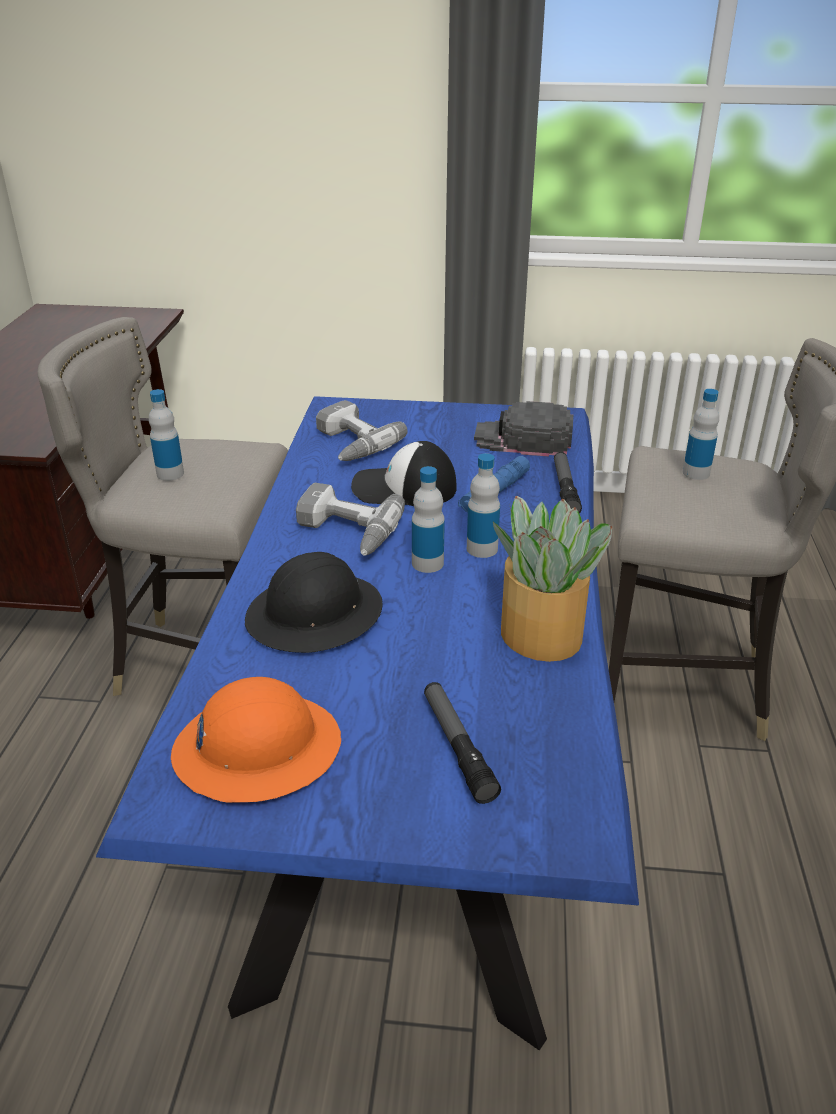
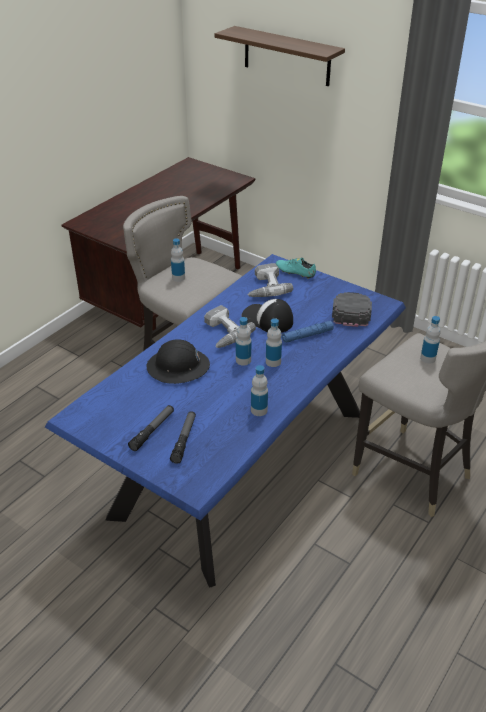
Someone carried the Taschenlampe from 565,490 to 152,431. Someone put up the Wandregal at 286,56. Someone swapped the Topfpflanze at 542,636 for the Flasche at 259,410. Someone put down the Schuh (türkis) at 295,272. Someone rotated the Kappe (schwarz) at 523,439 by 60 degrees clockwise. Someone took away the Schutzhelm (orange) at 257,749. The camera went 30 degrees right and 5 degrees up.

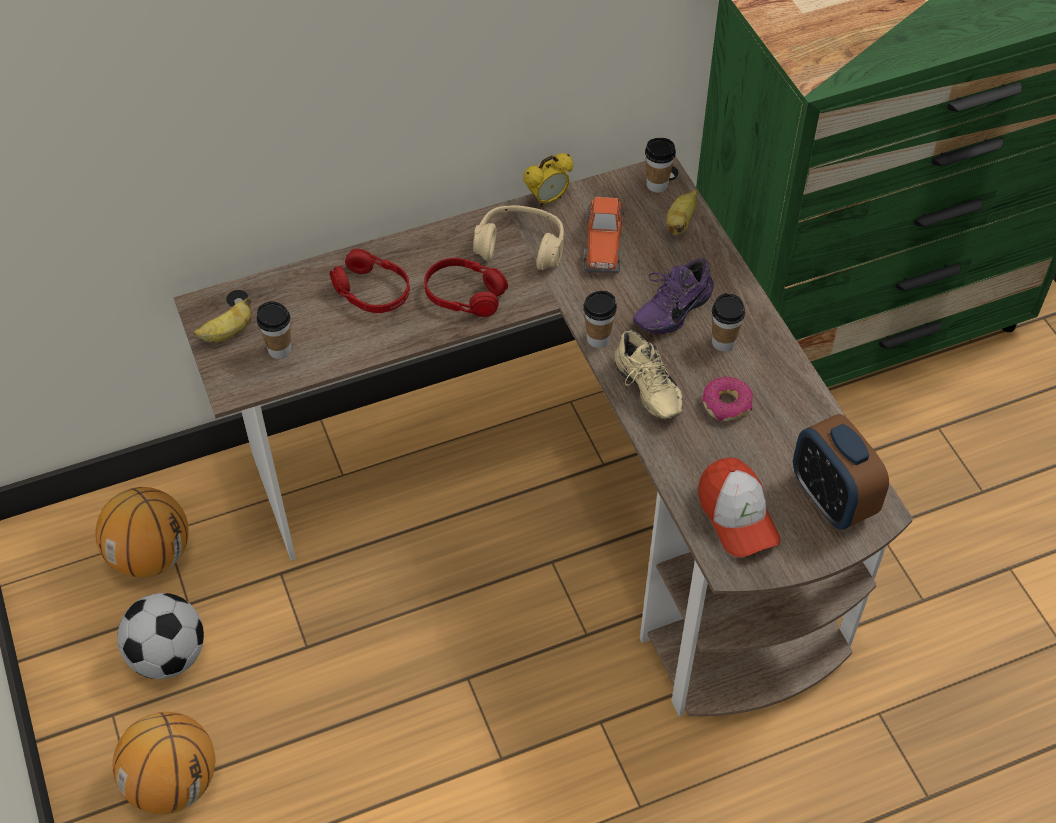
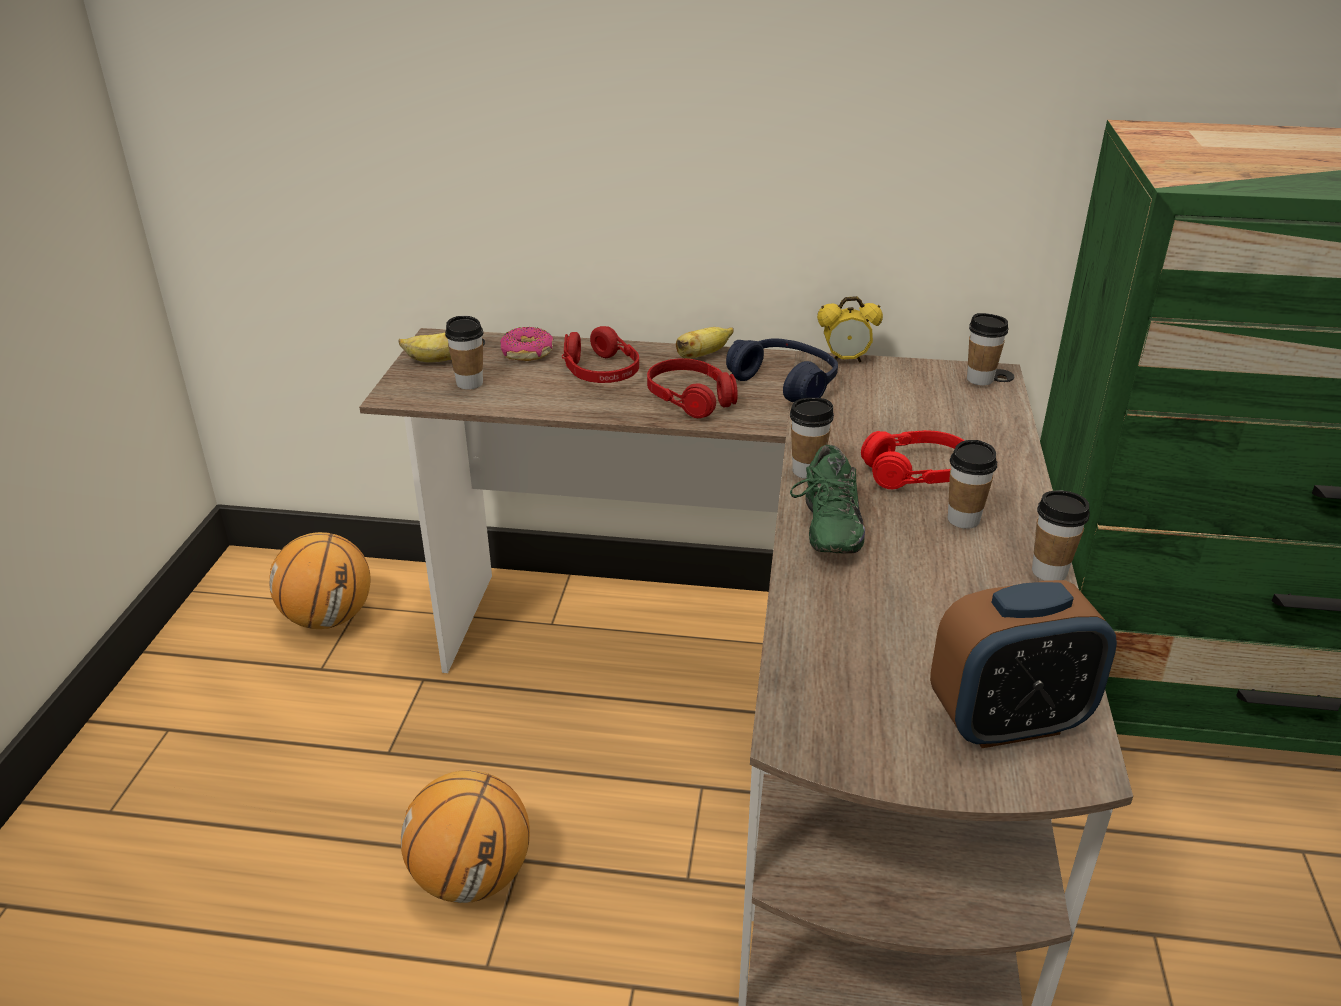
Someone carried the Basketball from 174,782 to 472,876. Someone carried the Donut from 727,404 to 528,353. Someone carried the Banane from 680,222 to 702,355. Someone repainted the Kopfhörer (beige) at 520,246, which became the Kopfhörer (blau) at 784,383. Someone repainted the Schuh (beige) at 644,390, which became the Schuh (grün) at 825,529. Someone swapped the Schuh (lila) at 670,309 for the Kopfhörer (rot) at 917,473. Someone rotated the Wecker at 831,499 by 105 degrees counterclockwise. Someone put down the Tasse at 1049,572. Someone took away the Fußball at 168,655. Someone took away the Spielzeugauto at 603,241. Someone took away the Kappe at 737,516. The camera went 30 degrees right and 20 degrees down.

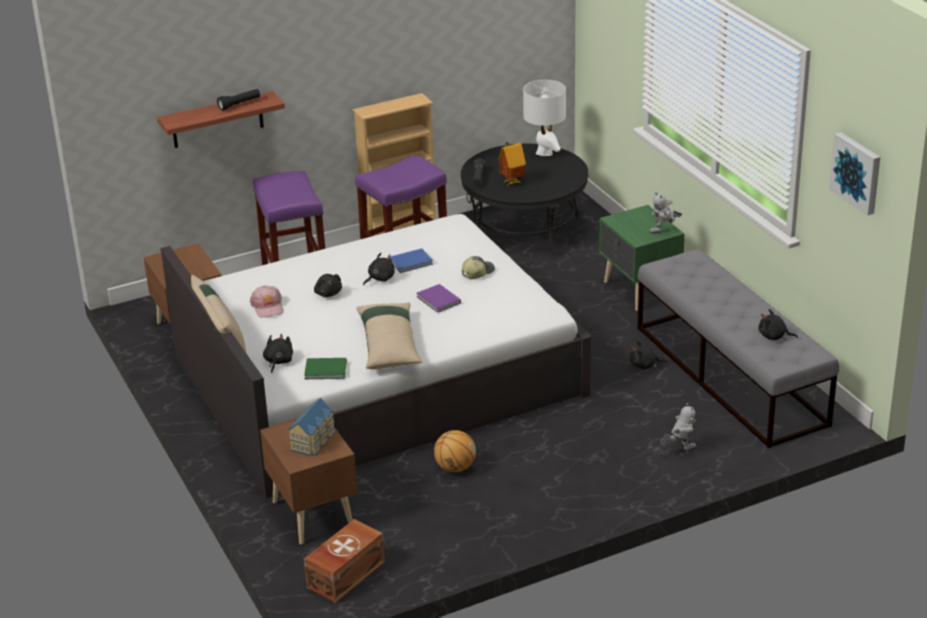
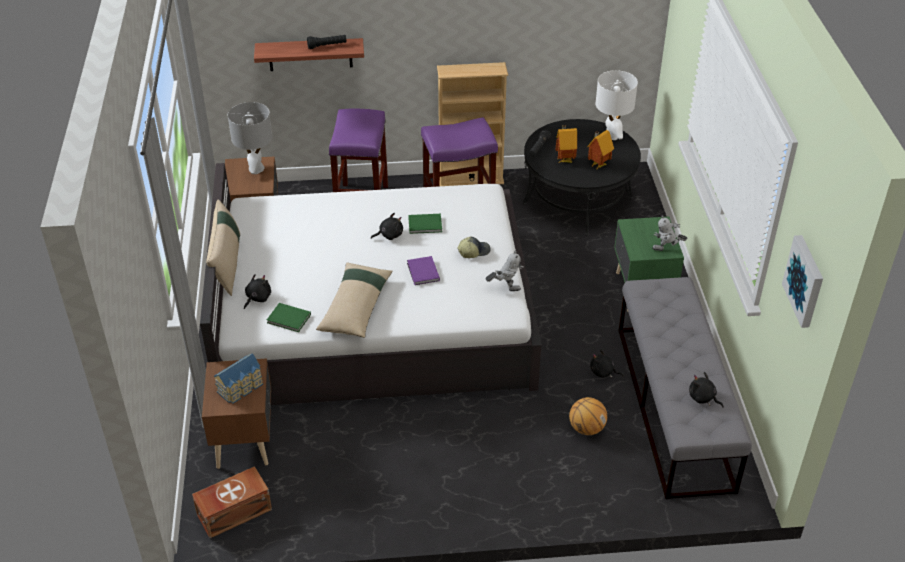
Someone put down the Tischlampe (grau) at 256,169. Someone repainted the Buch (blau) at 412,262, which became the Buch (grün) at 426,225. Someone carried the Spielzeugroboter from 679,450 to 505,288. Someone carried the Basketball from 455,467 to 586,428. Someone put down the Spielzeughaus at 597,165. Someone took away the Kappe (rosa) at 268,306. Someone took away the Plüschtier (schwarz) at 328,293. The camera went 20 degrees right and 10 degrees up.

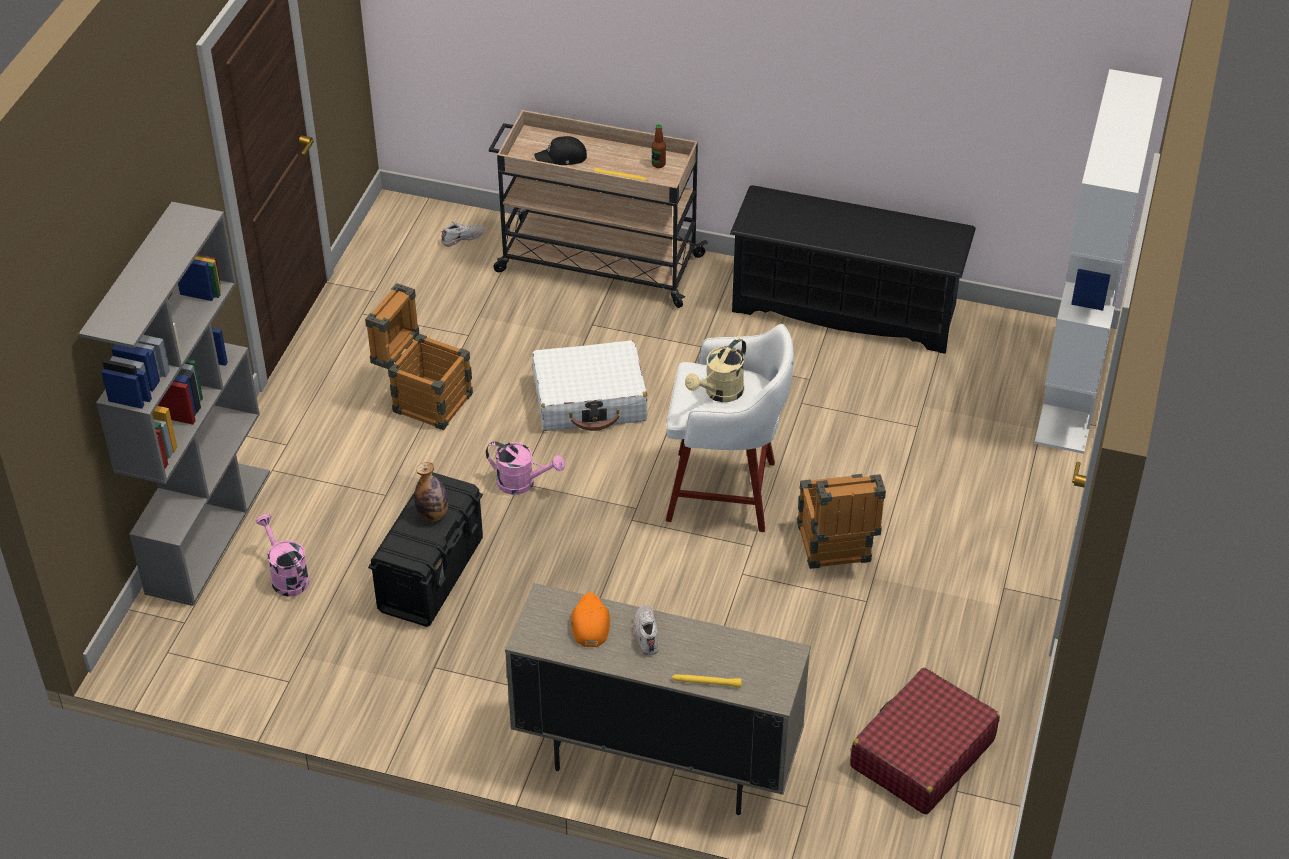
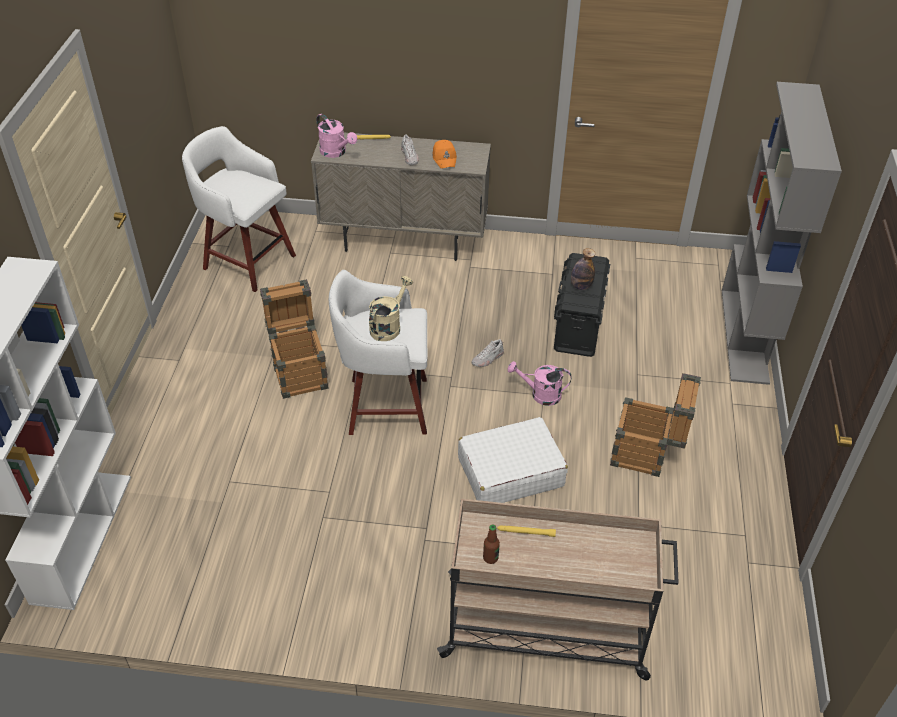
Someone swapped the Koffer (rot) at 921,753 for the Hocker (weiß) at 247,261. Someone carried the Gießkanne (rosa) from 286,576 to 336,152. Someone carried the Schuh (weiß) from 462,238 to 488,359. Someone took away the Kappe (schwarz) at 562,158. Someone took away the Schuhregal (schwarz) at 846,308. The camera went 170 degrees right and 0 degrees up.

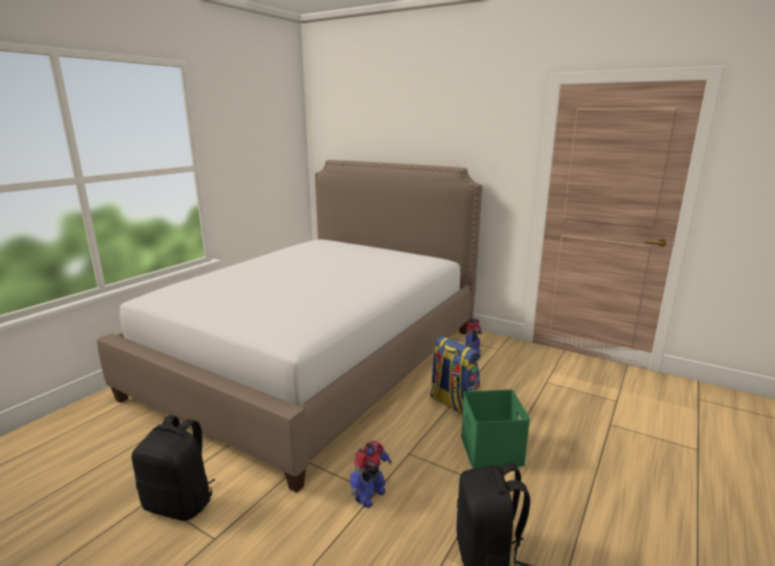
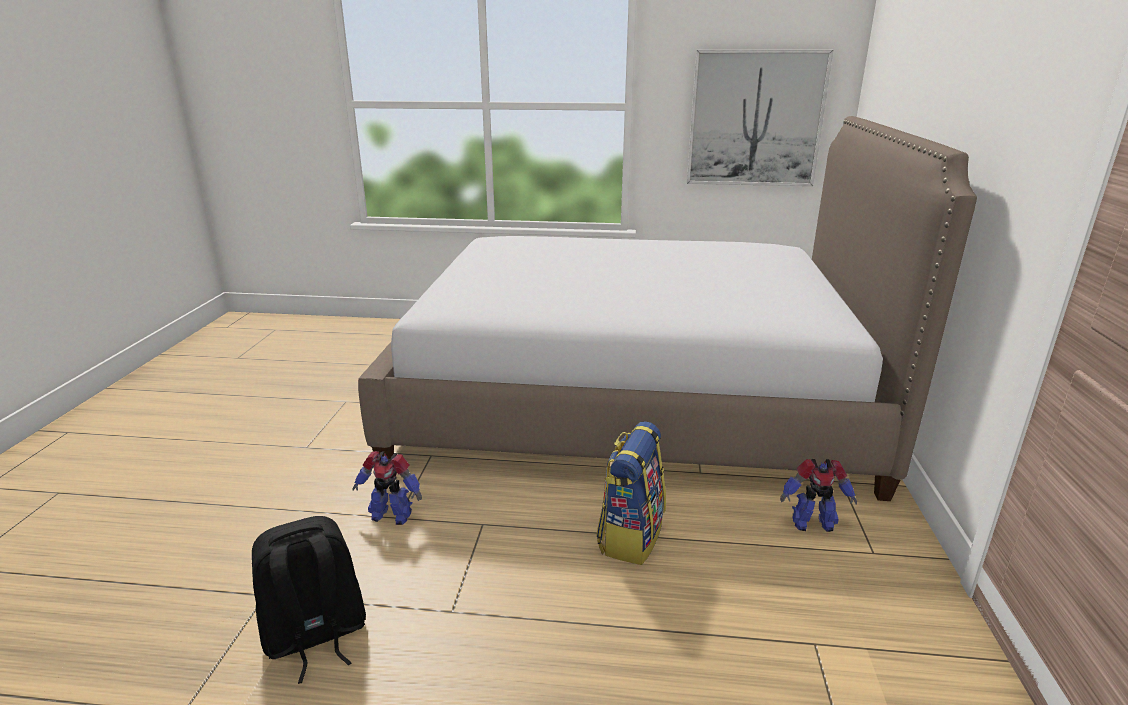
Someone put up the Bild at 755,119. Someone took away the Rucksack (schwarz) at 180,503. Someone took away the Aufbewahrungsbox (grün) at 493,450. The camera went 65 degrees right and 5 degrees up.

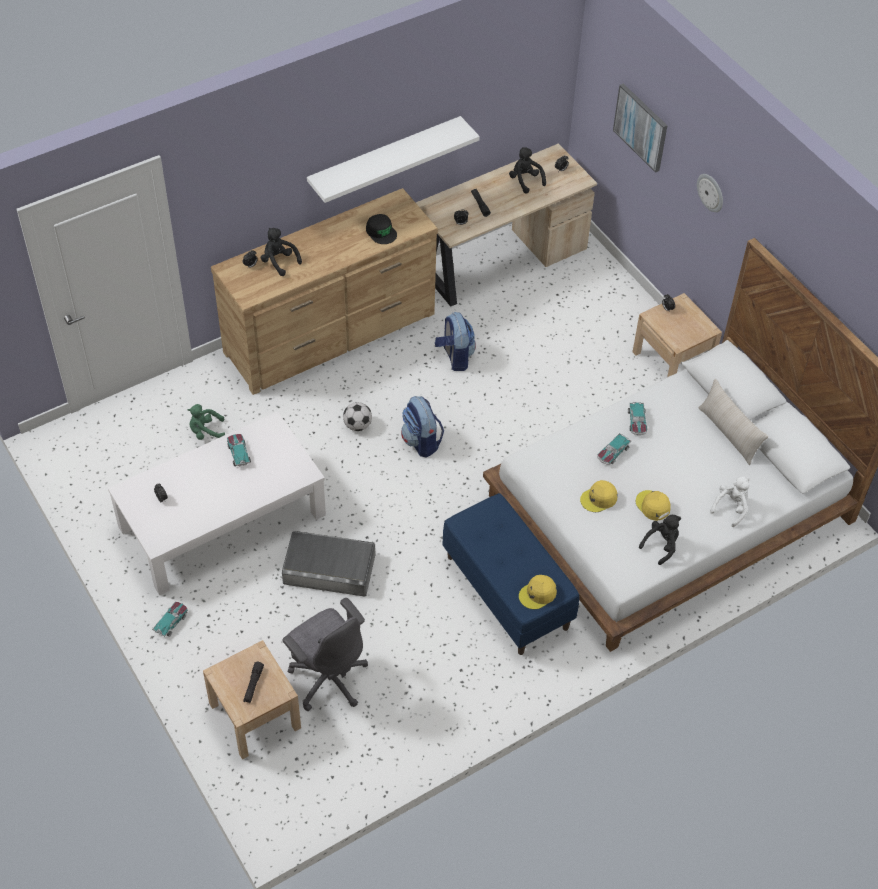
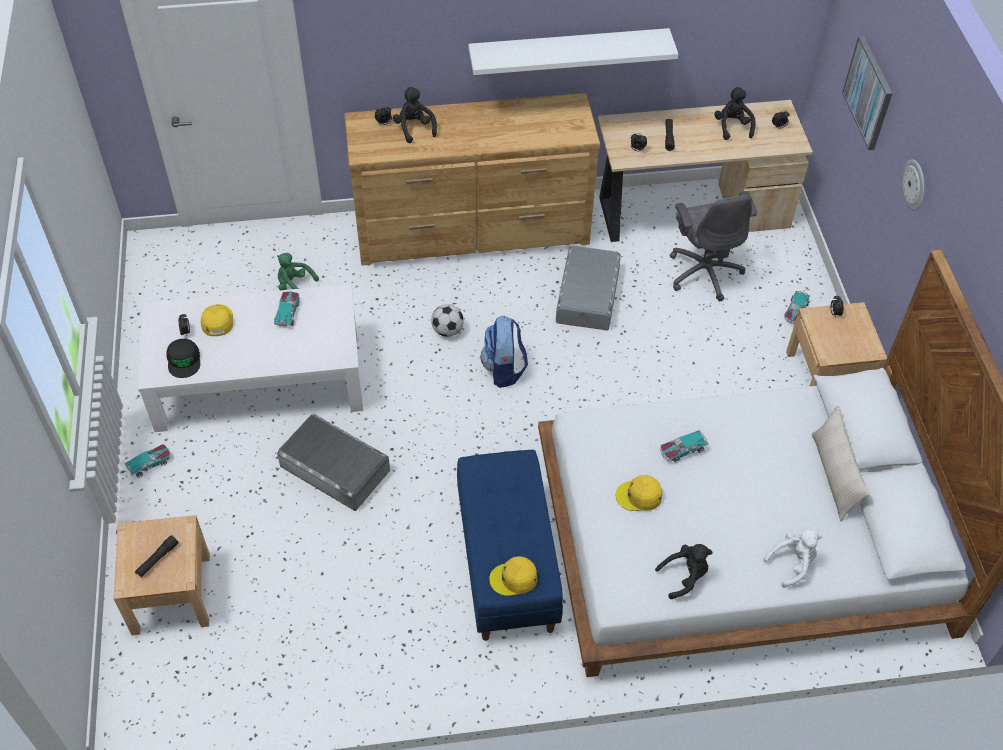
Someone carried the Kappe (schwarz) from 381,232 to 184,360. Someone carried the Kappe (gelb) from 652,506 to 217,321. Someone swapped the Rucksack at 455,357 for the Aufbewahrungsbox (grau) at 587,294. Someone carried the Bürostuhl (grau) from 328,677 to 704,272. Someone carried the Spielzeugauto from 637,422 to 795,311. The camera went 25 degrees right and 0 degrees up.

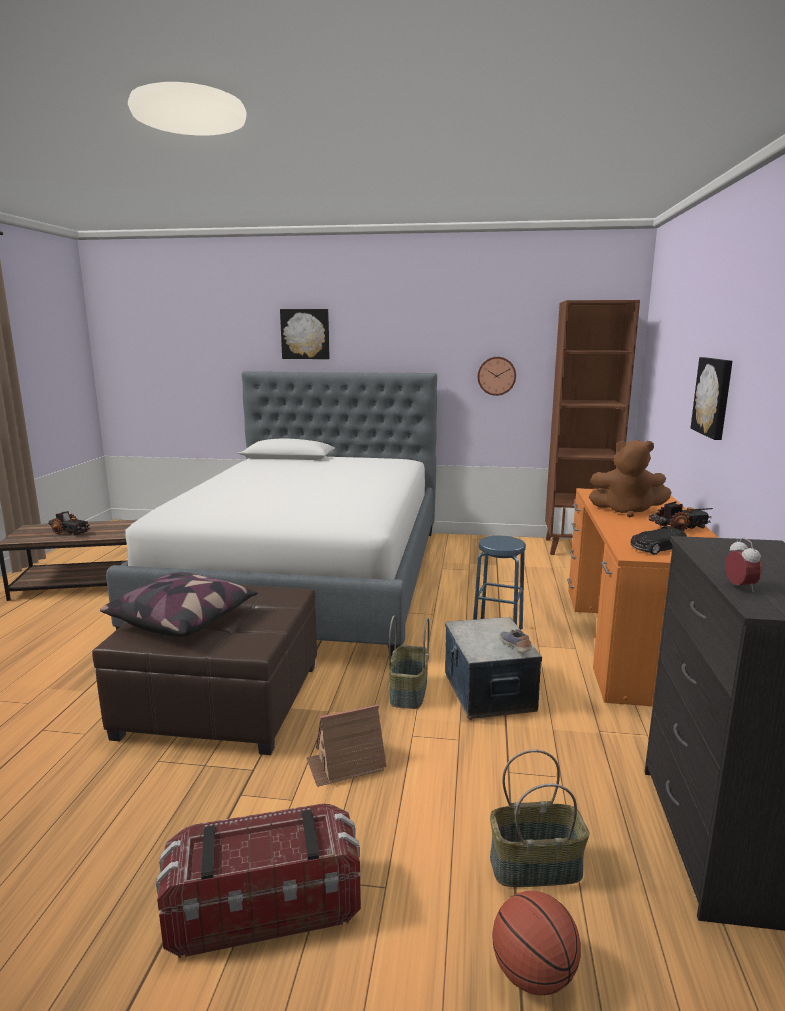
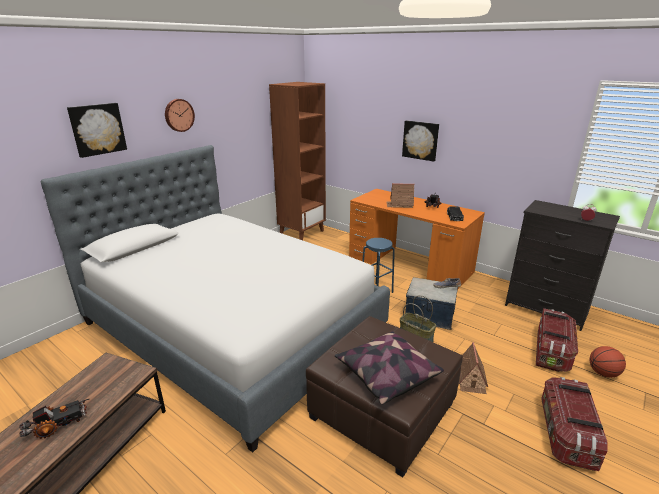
Someone carried the Wanduhr from 496,376 to 178,115. Someone swapped the Plüschtier (braun) at 626,511 for the Spielzeughaus at 399,204. Someone swapped the Korb at 536,865 for the Aufbewahrungsbox at 551,351. The camera went 60 degrees left and 10 degrees up.

